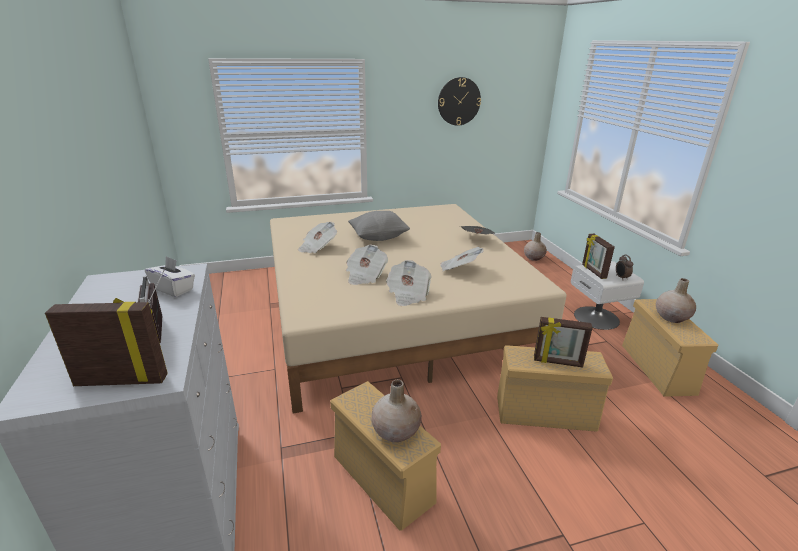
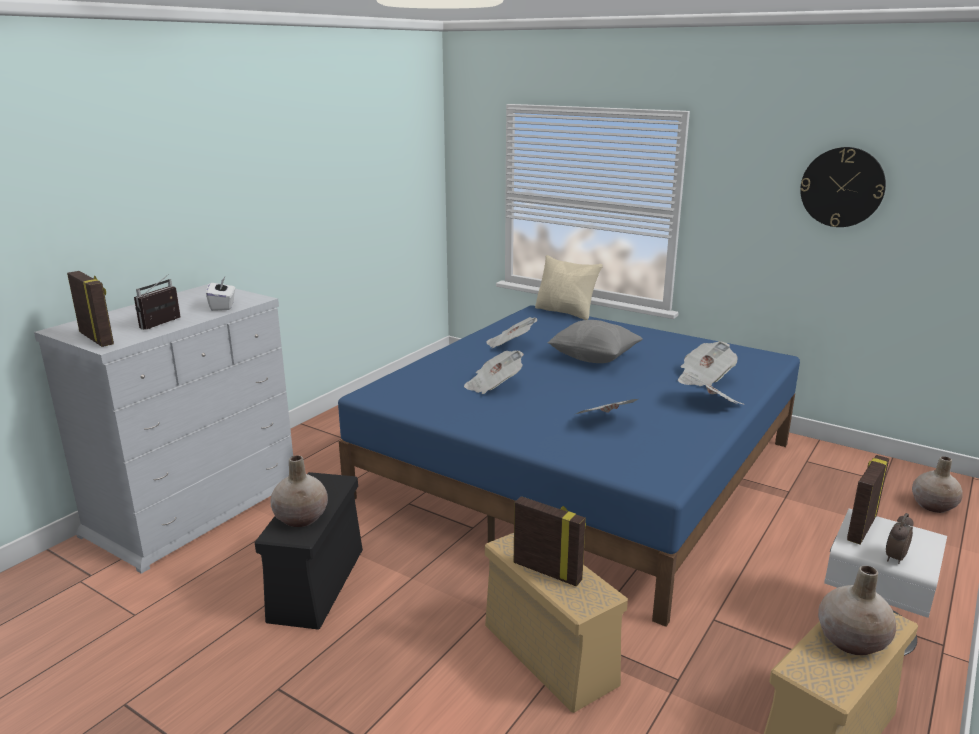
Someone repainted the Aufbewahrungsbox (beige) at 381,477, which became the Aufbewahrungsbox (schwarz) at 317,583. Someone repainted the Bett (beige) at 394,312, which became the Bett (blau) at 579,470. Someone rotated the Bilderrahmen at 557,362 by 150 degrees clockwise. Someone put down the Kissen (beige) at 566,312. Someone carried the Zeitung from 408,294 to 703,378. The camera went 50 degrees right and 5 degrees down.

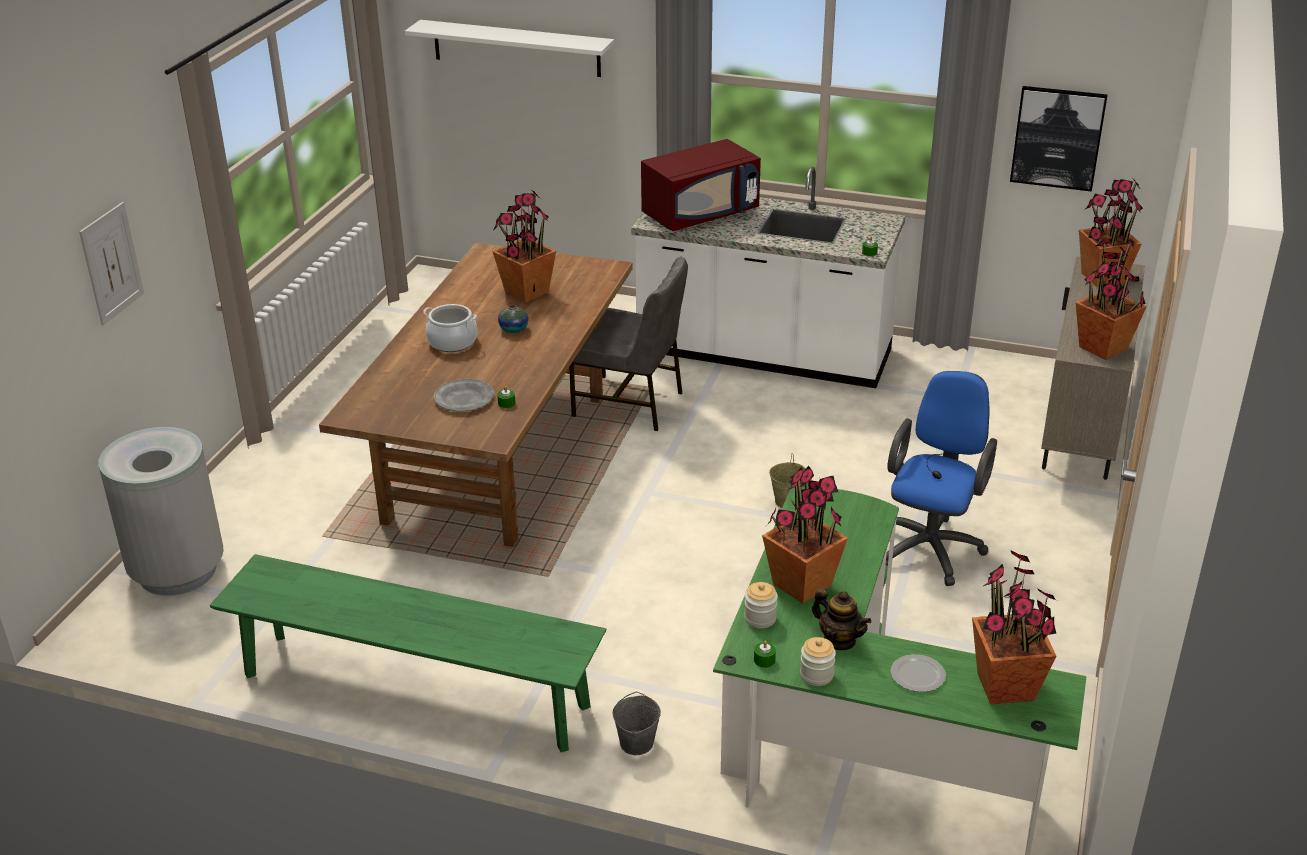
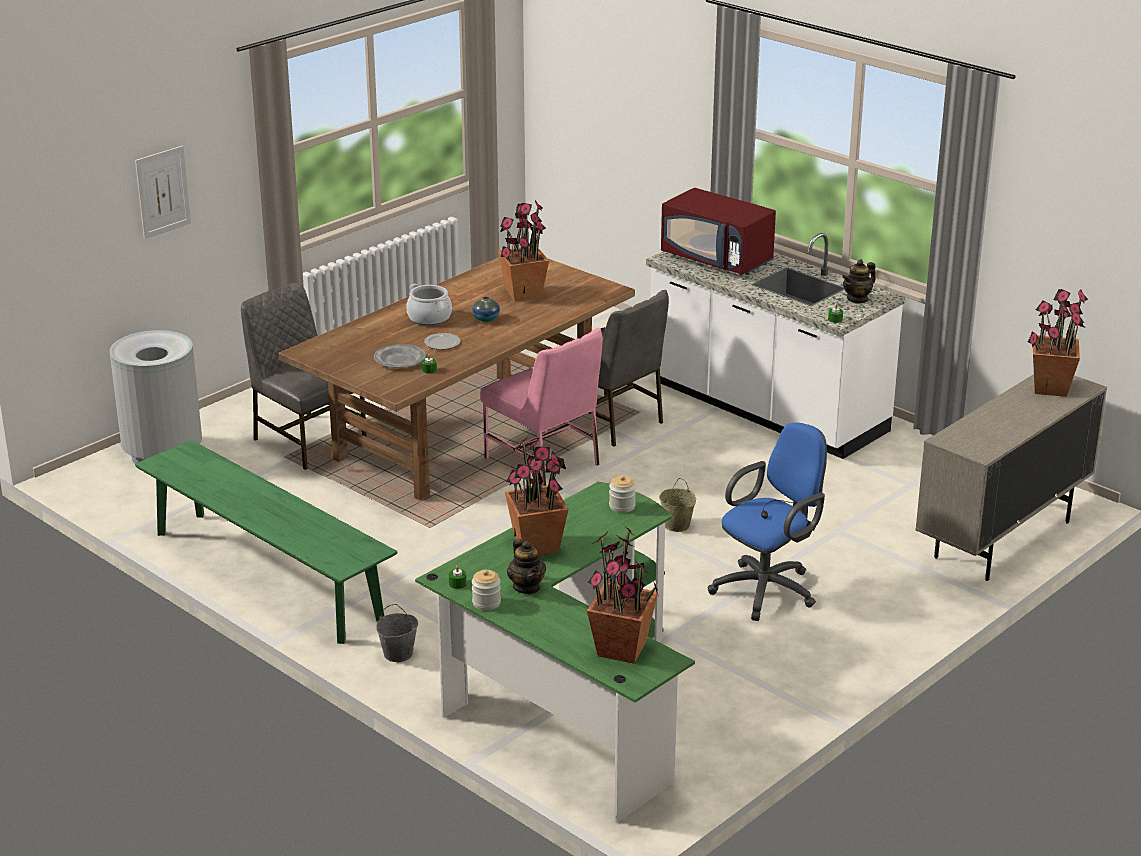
Someone put down the Stuhl (grau) at 307,440. Someone carried the Teller from 918,675 to 443,343. Someone put down the Stuhl (rosa) at 544,461. Someone carried the Vorratsglas from 760,618 to 622,506. Someone rotated the Mikrowelle (rot) at 700,214 by 45 degrees clockwise. Someone put down the Teekanne at 857,299. Someone took away the Wandregal (weiß) at 516,48. Someone took away the Bild at 1057,137. Someone took away the Topfpflanze at 1102,348. The camera went 25 degrees right and 5 degrees down.

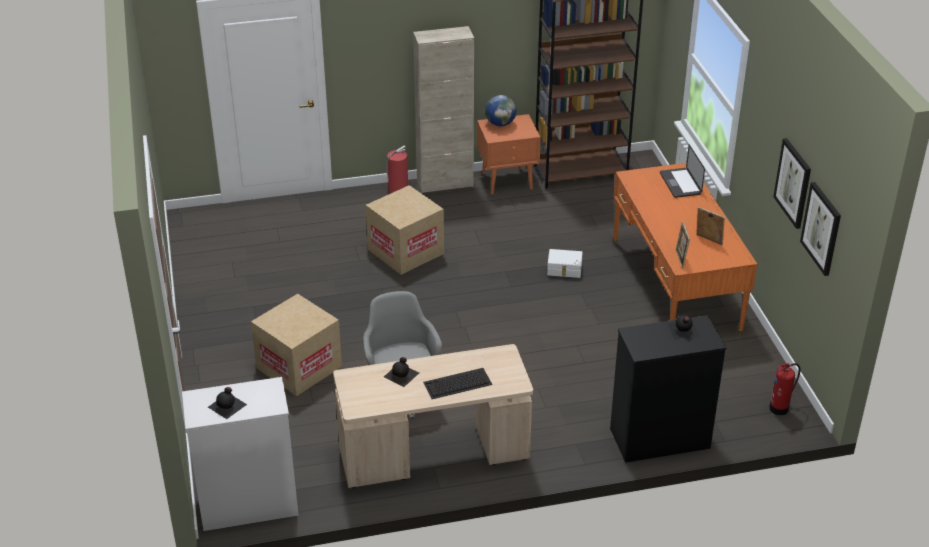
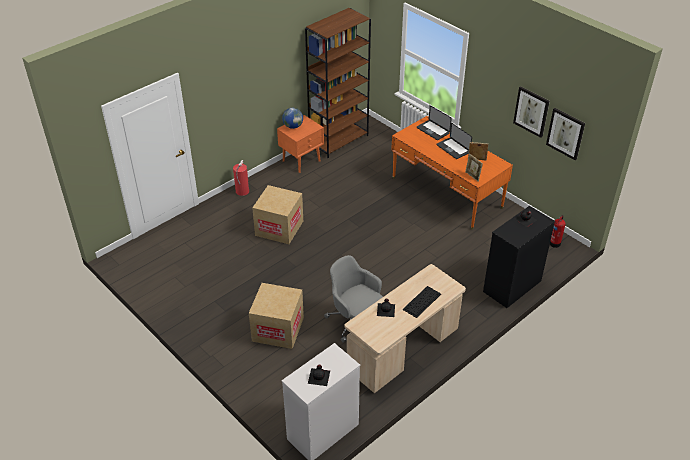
Someone put down the Laptop at 453,149. Someone took away the Schrank (beige) at 445,183. Someone took away the Aufbewahrungsbox (weiß) at 564,270. The camera went 30 degrees left and 5 degrees up.

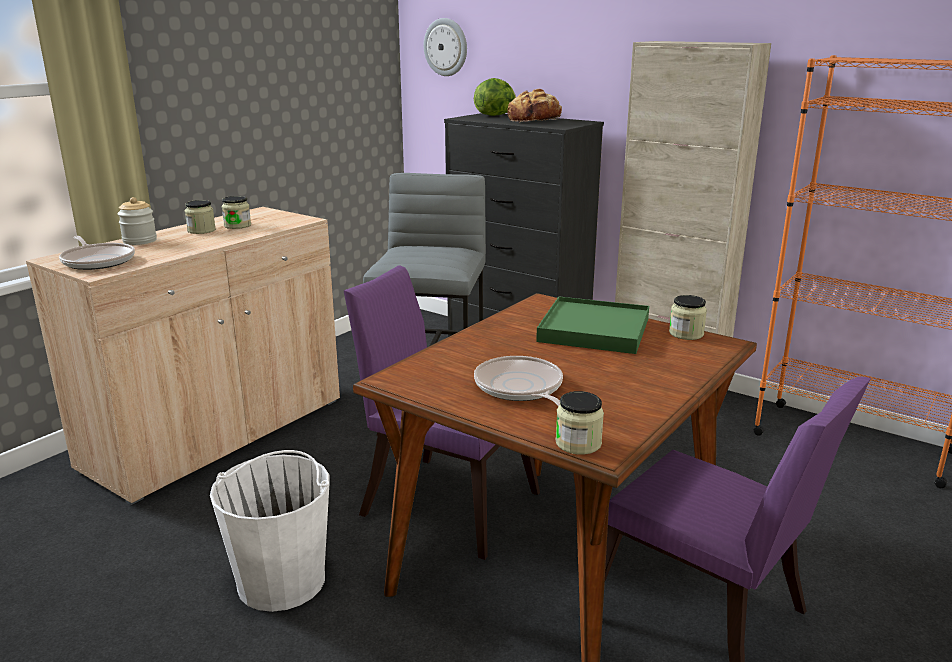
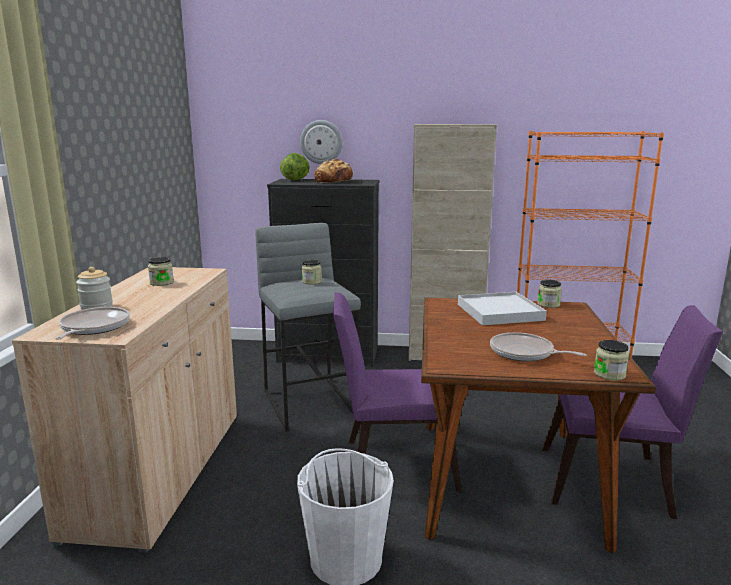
Someone rotated the Pfanne at 98,261 by 105 degrees counterclockwise. Someone carried the Wanduhr from 446,47 to 321,142. Someone carried the Vorratsglas from 201,230 to 312,282. Someone repainted the Tablett (grün) at 593,330, which became the Tablett (weiß) at 499,312. The camera went 30 degrees left and 5 degrees down.

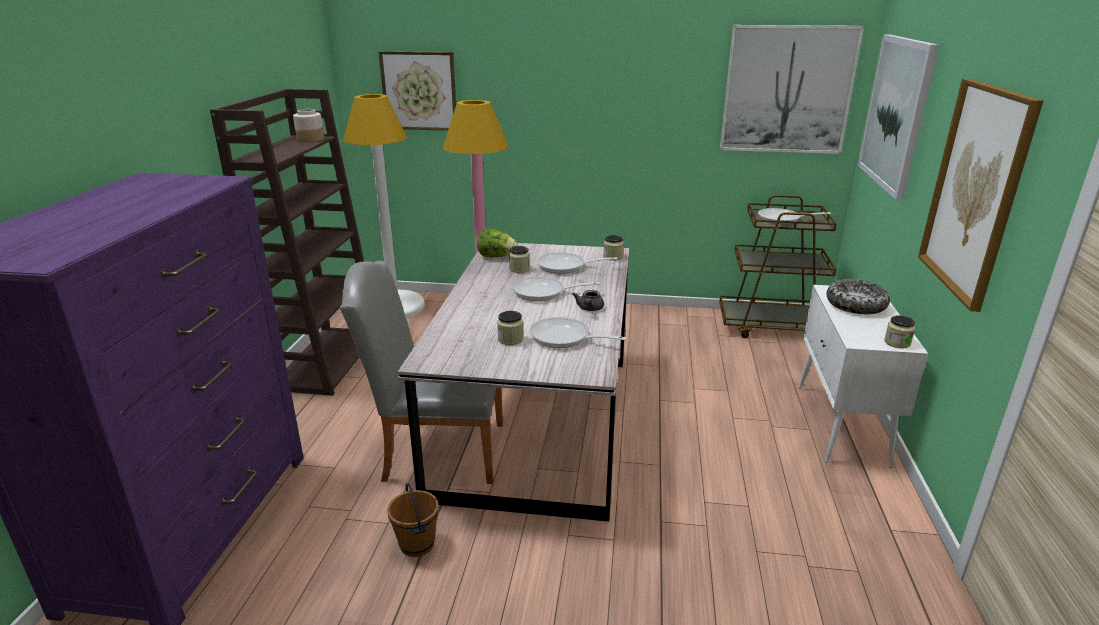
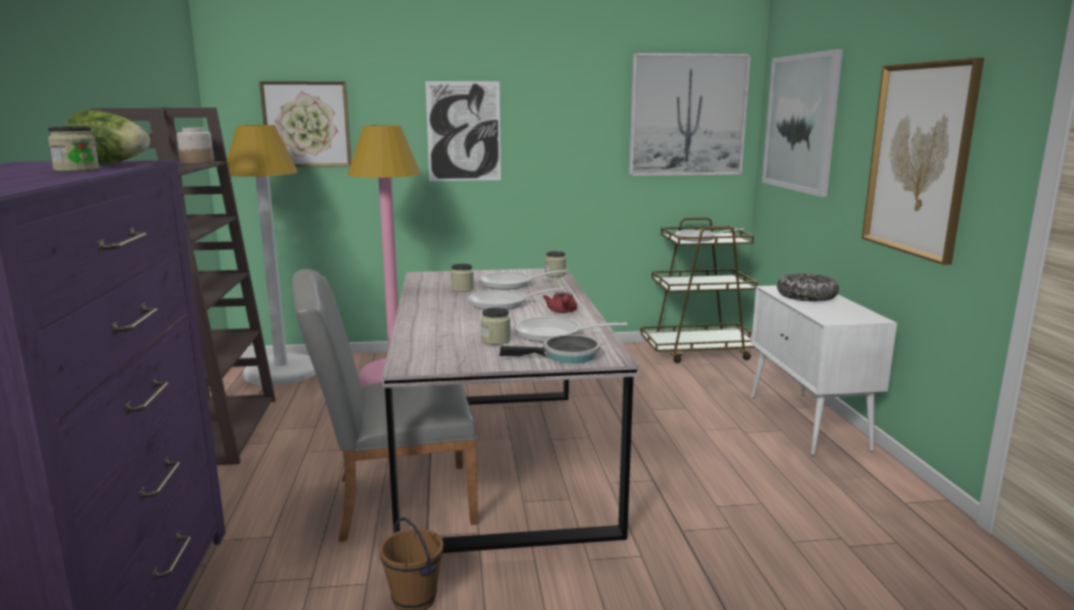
Someone carried the Vorratsglas from 897,343 to 77,170. Someone carried the Salatkopf from 497,257 to 111,165. Someone put up the Bild at 464,131. Someone put down the Pfanne at 565,356. Someone repainted the Teekanne (grau) at 589,309, which became the Teekanne (rot) at 562,312. The camera went 15 degrees left and 10 degrees down.

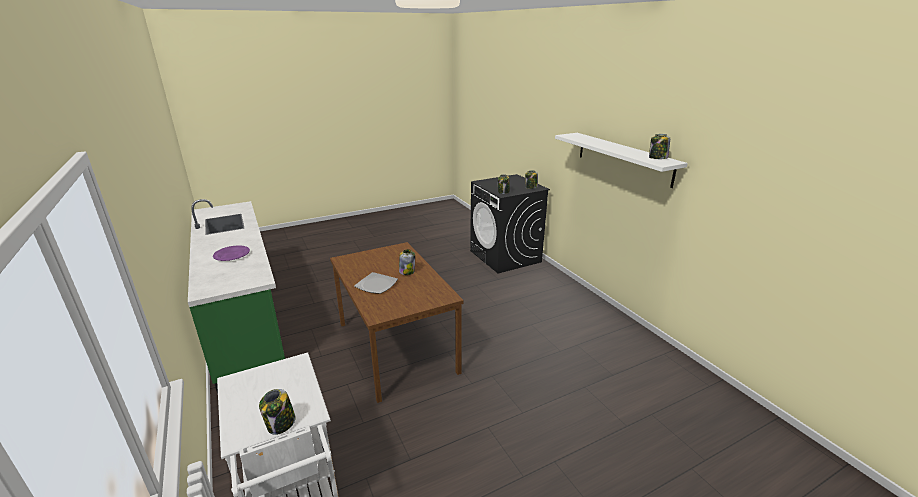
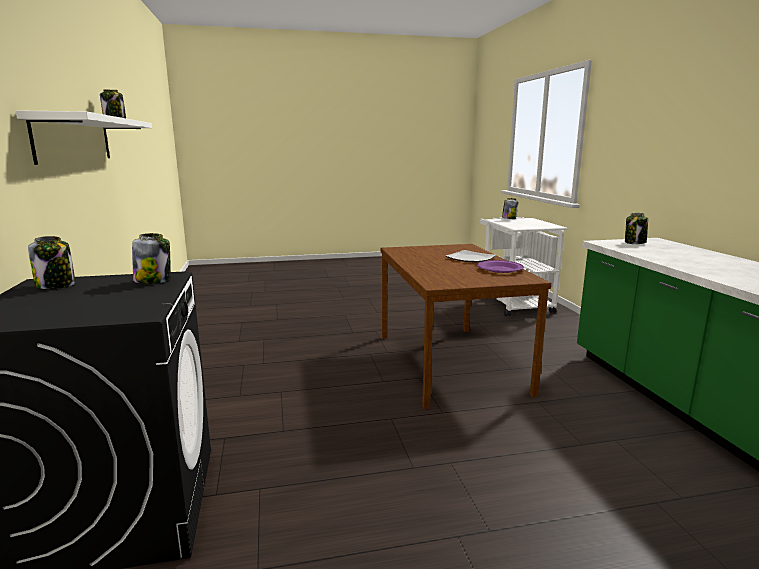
Someone carried the Teller (lila) from 232,255 to 500,269. Someone carried the Vorratsglas from 407,271 to 635,242. The camera went 165 degrees left and 10 degrees down.

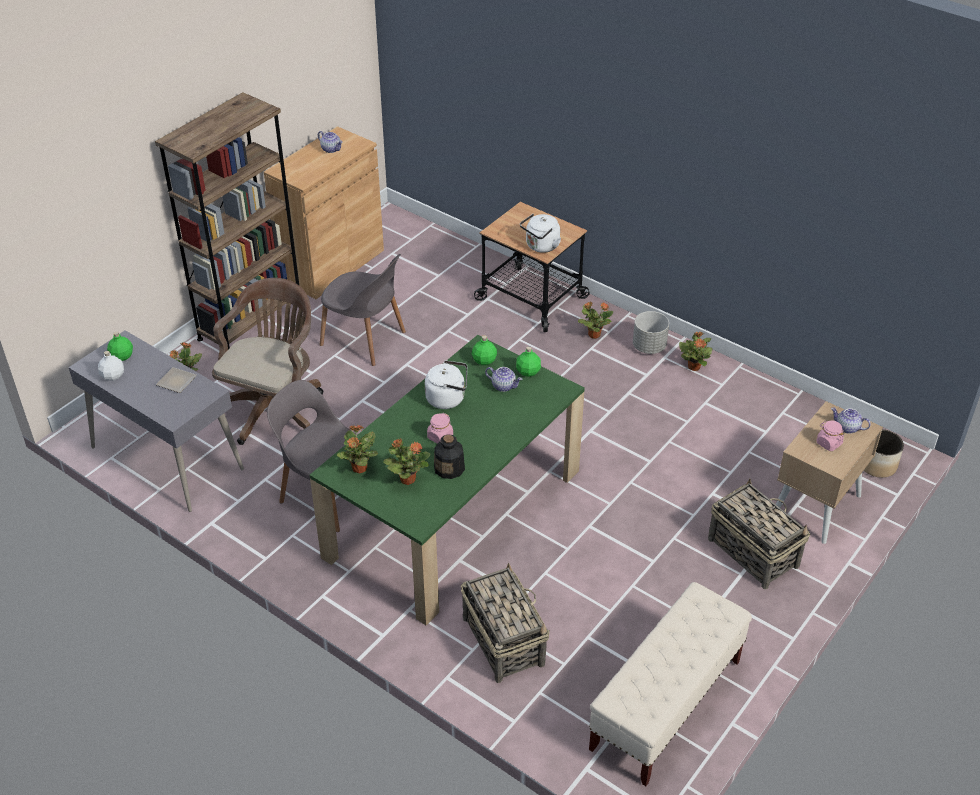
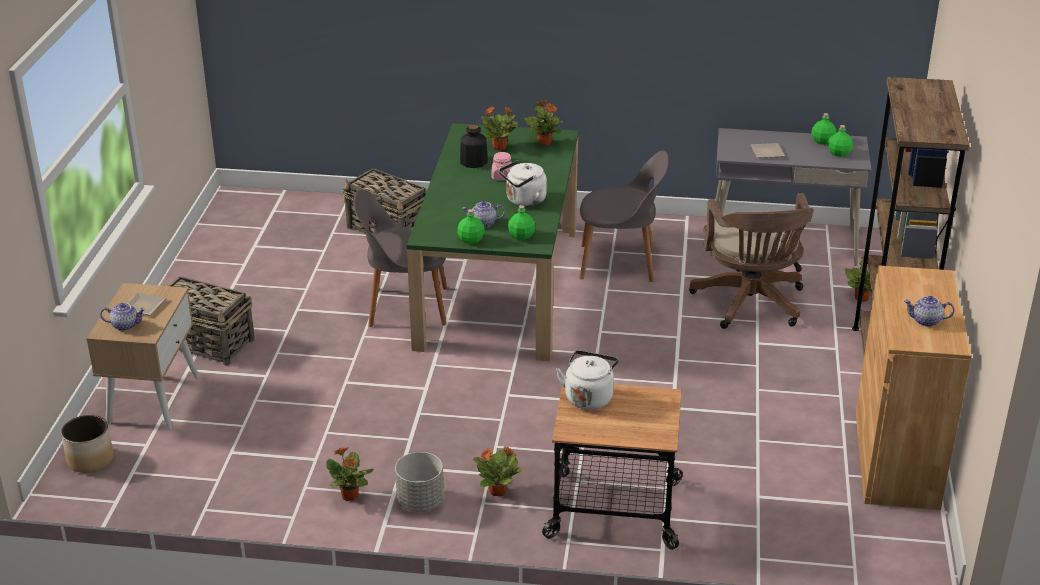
Someone swapped the Vorratsglas (rosa) at 828,443 for the Teller at 142,306. Someone carried the Stuhl (grau) from 365,340 to 405,306. Someone repainted the Flasche (weiß) at 112,376, which became the Flasche (grün) at 822,141. Someone took away the Bank (beige) at 665,705. The camera went 150 degrees right and 10 degrees down.

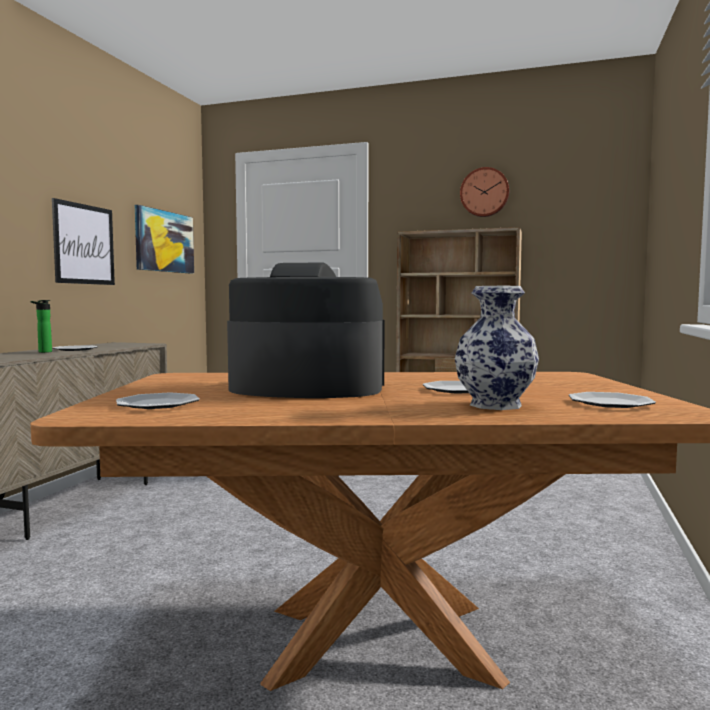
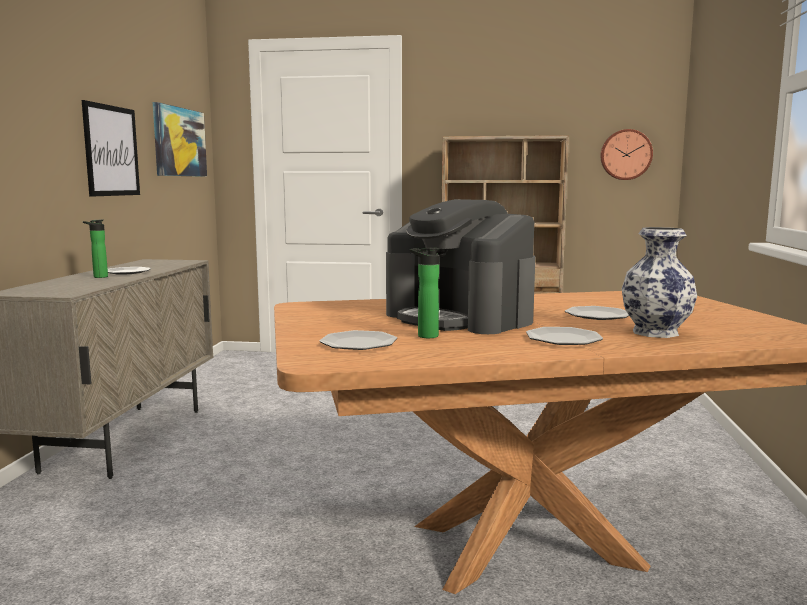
Someone rotated the Kaffeemaschine at 306,388 by 135 degrees counterclockwise. Someone put down the Flasche at 425,335. Someone carried the Teller from 611,403 to 564,339. Someone carried the Wanduhr from 484,192 to 625,154. The camera went 10 degrees left and 5 degrees up.

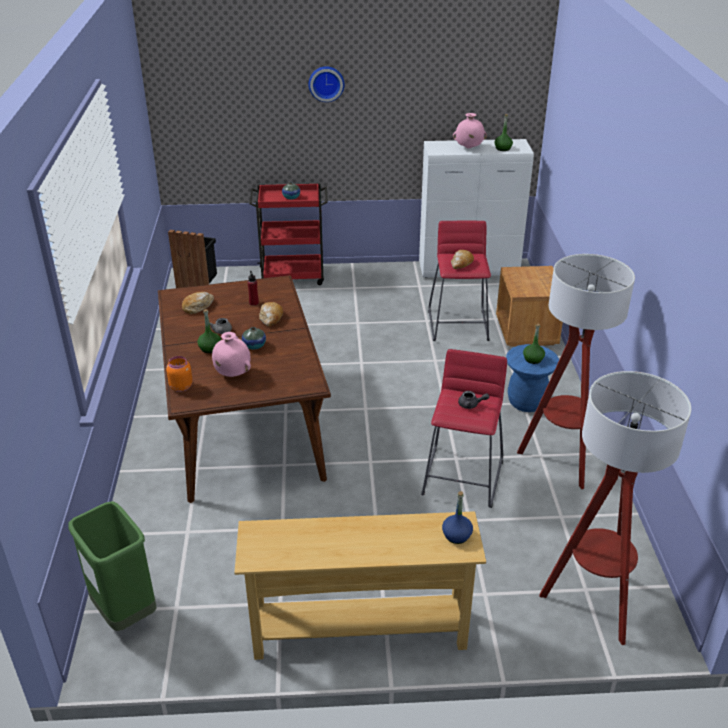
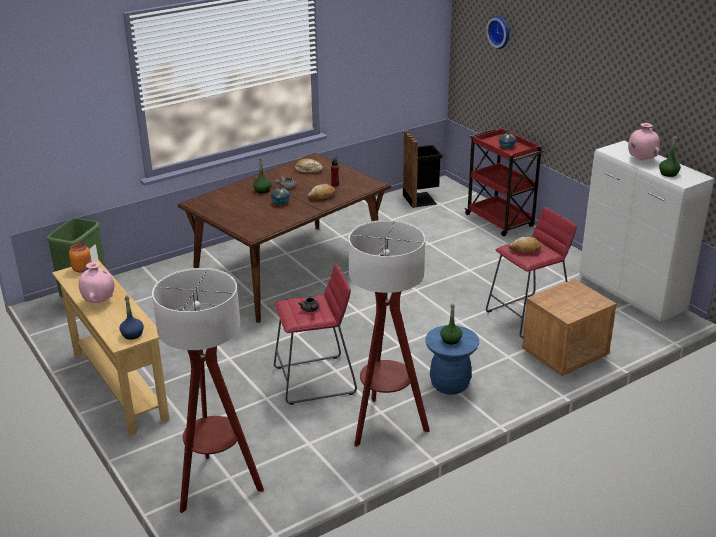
Someone carried the Vorratsglas (orange) from 181,386 to 82,269. Someone carried the Vase (rosa) from 232,374 to 99,301. Someone carried the Wanduhr from 326,83 to 500,31. The camera went 60 degrees right and 5 degrees down.

